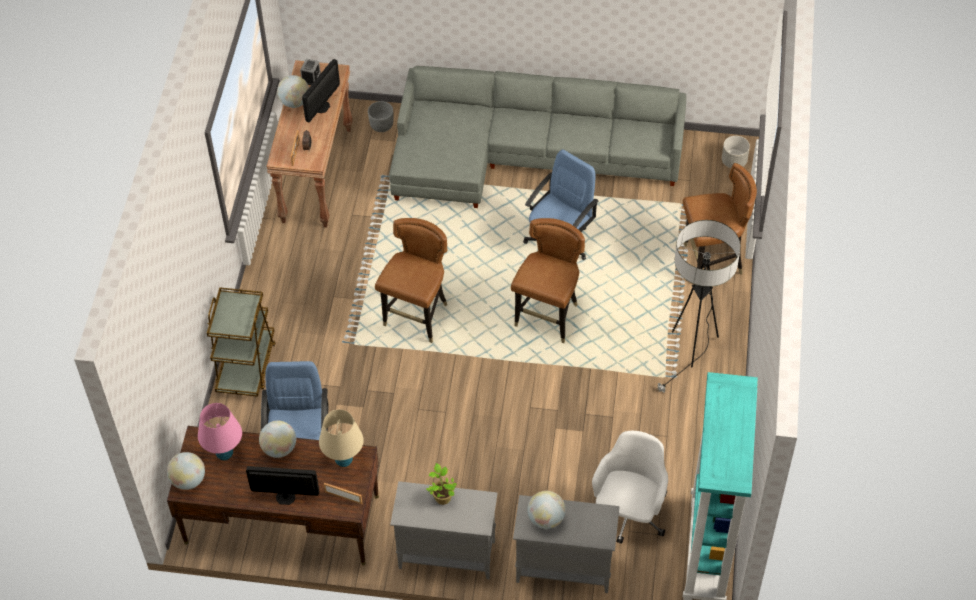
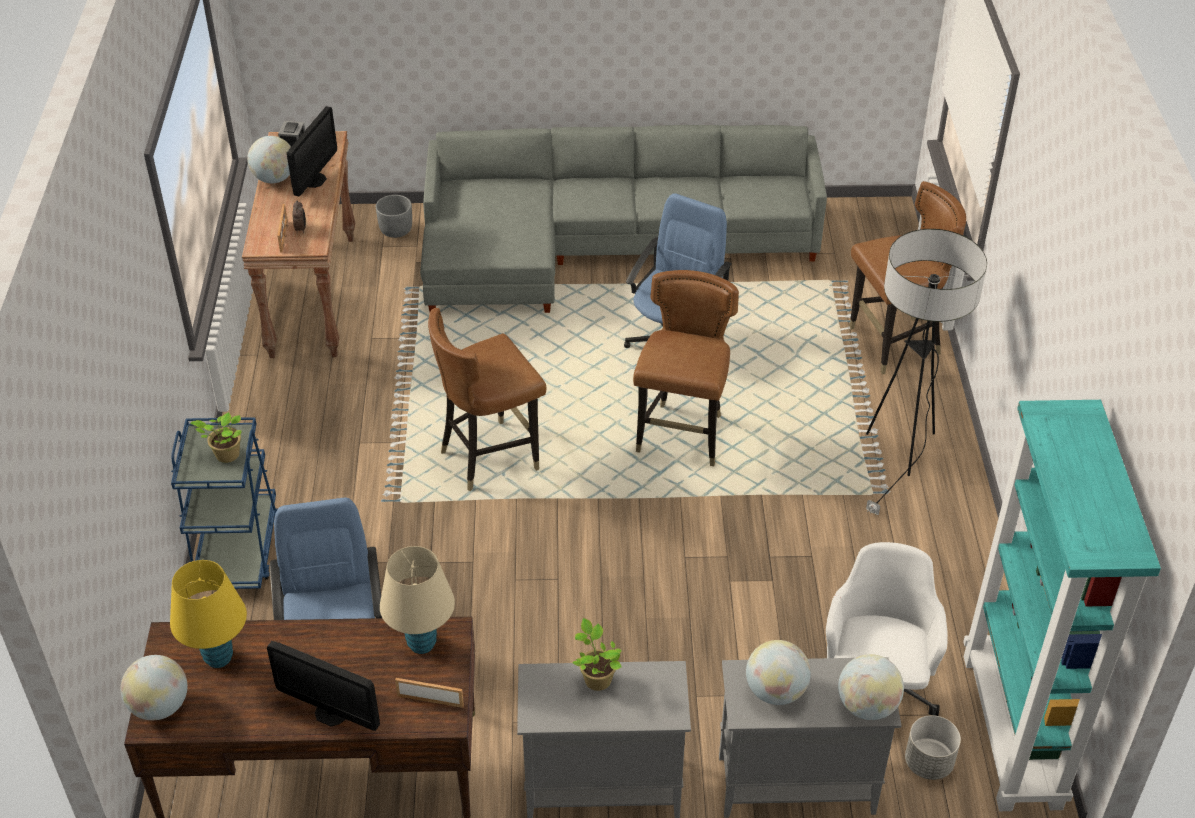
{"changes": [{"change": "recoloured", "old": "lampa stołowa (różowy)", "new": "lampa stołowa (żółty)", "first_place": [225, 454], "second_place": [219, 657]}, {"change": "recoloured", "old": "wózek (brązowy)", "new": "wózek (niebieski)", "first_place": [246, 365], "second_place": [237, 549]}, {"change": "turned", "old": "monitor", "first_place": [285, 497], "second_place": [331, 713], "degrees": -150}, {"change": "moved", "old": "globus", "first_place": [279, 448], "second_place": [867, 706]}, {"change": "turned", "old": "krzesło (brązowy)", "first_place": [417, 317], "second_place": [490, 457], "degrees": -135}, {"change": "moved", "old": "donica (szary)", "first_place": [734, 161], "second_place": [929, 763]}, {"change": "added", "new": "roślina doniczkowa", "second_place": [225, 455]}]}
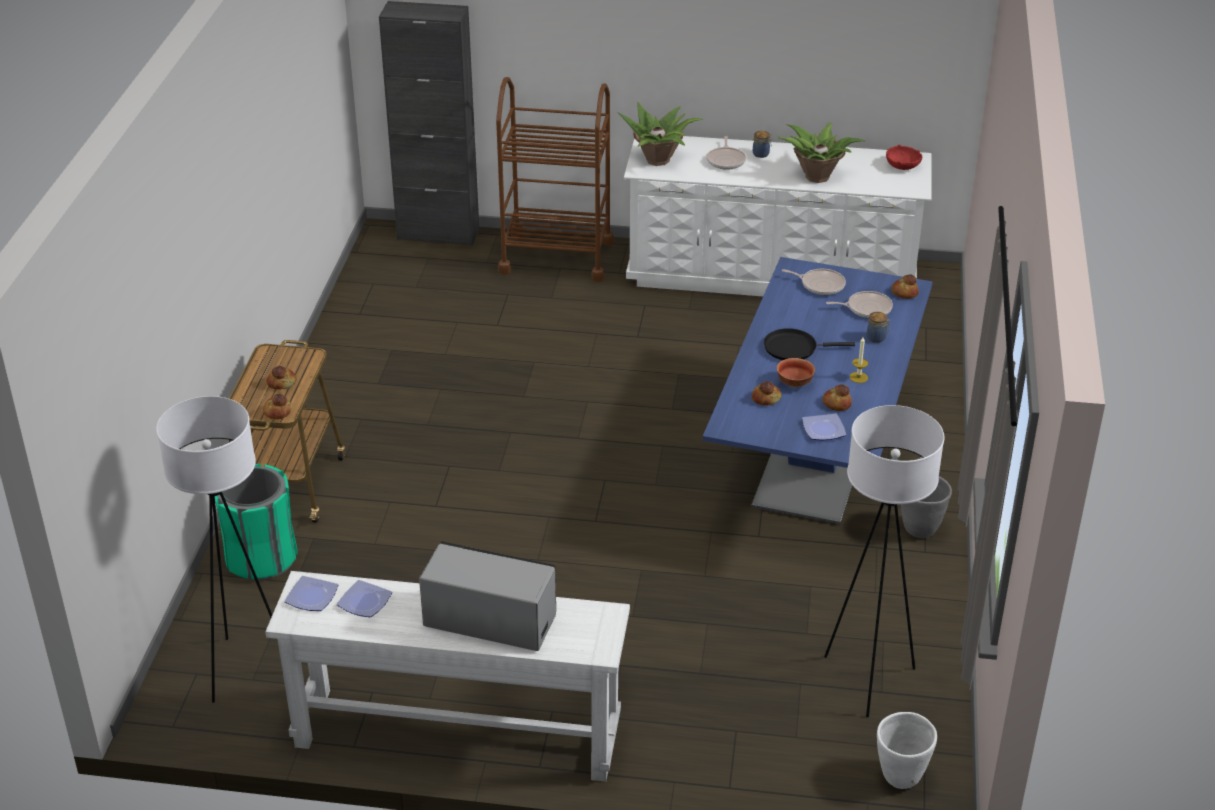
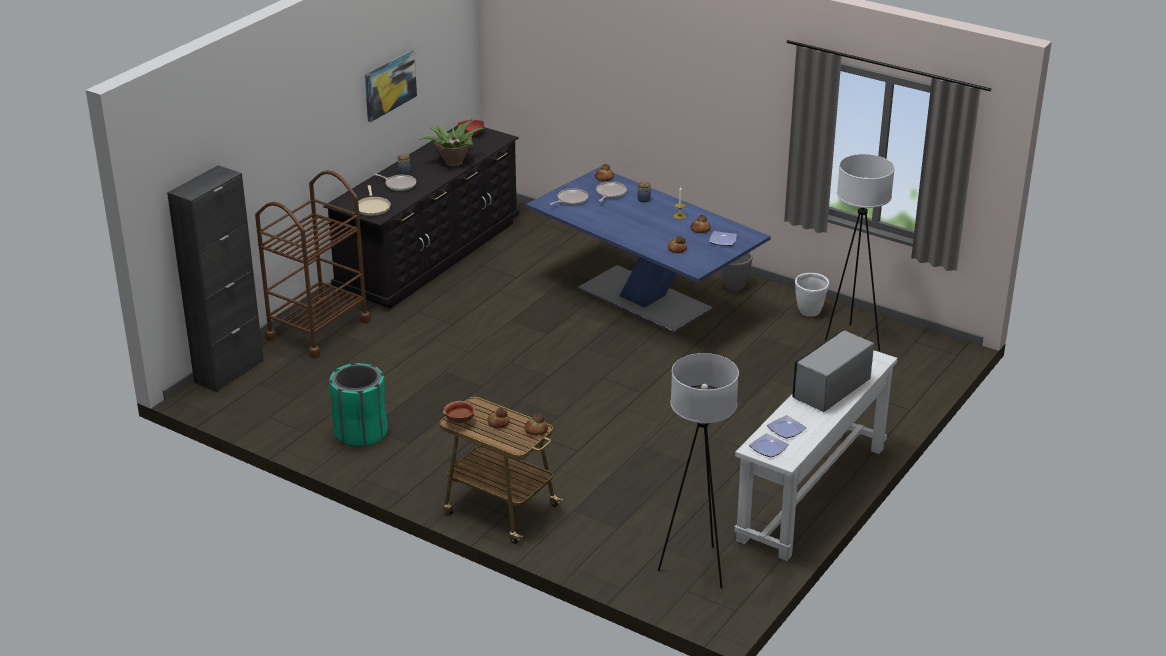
{"changes": [{"change": "moved", "old": "kosz na śmieci (zielony)", "first_place": [261, 557], "second_place": [361, 433]}, {"change": "replaced", "old": "roślina doniczkowa", "new": "patelnia (beżowy)", "first_place": [658, 160], "second_place": [372, 207]}, {"change": "recoloured", "old": "komoda (biały)", "new": "komoda (czarny)", "first_place": [772, 274], "second_place": [429, 255]}, {"change": "removed", "old": "patelnia (czarny)", "first_place": [794, 348]}, {"change": "moved", "old": "miska", "first_place": [794, 383], "second_place": [459, 421]}, {"change": "moved", "old": "donica (biały)", "first_place": [900, 777], "second_place": [809, 312]}, {"change": "added", "new": "obraz", "second_place": [389, 85]}]}
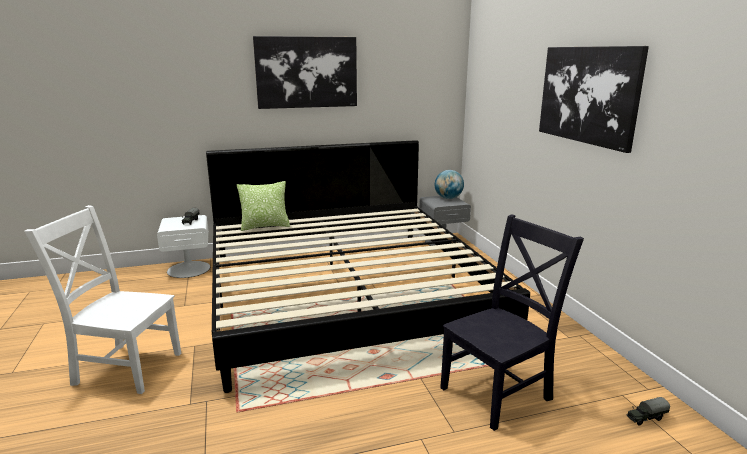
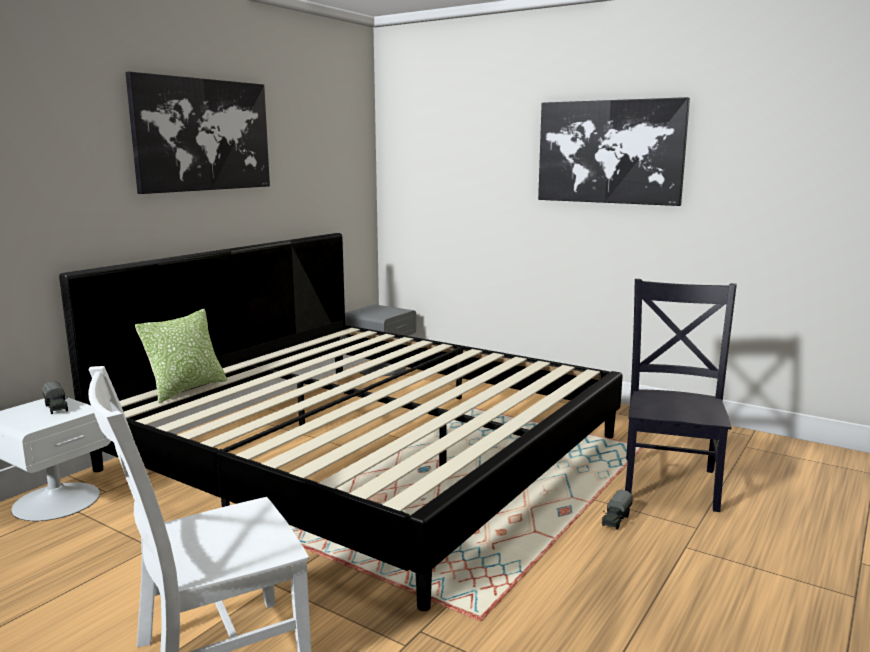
{"changes": [{"change": "removed", "old": "globus", "first_place": [448, 198]}, {"change": "moved", "old": "ciężarówka zabawkowa", "first_place": [645, 418], "second_place": [616, 519]}]}
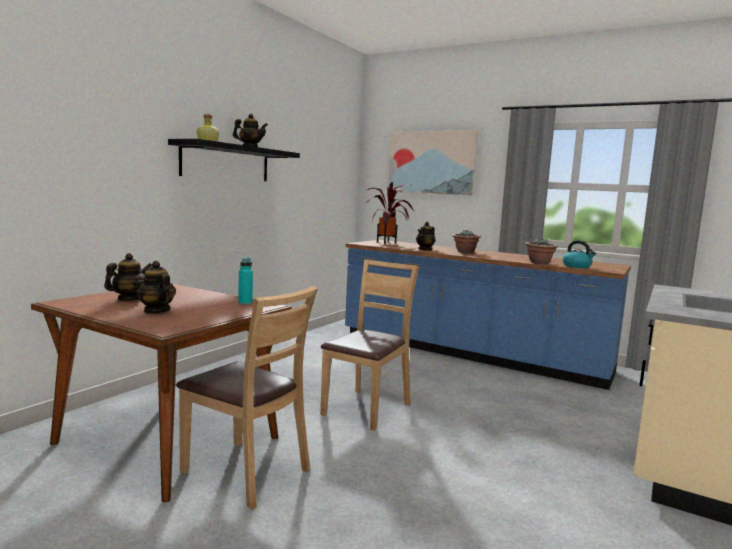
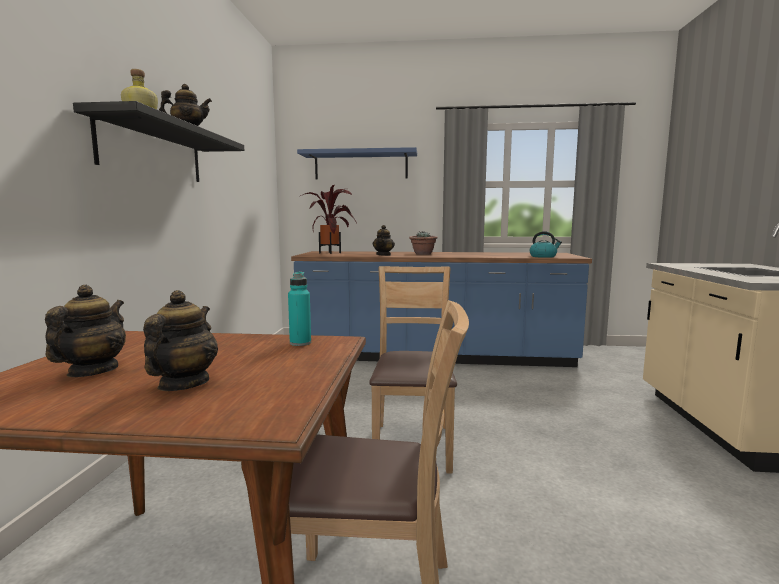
{"changes": [{"change": "turned", "old": "imbryk", "first_place": [156, 311], "second_place": [183, 384], "degrees": 75}, {"change": "replaced", "old": "obraz", "new": "półka (niebieski)", "first_place": [431, 162], "second_place": [361, 166]}, {"change": "removed", "old": "roślina doniczkowa", "first_place": [539, 263]}]}
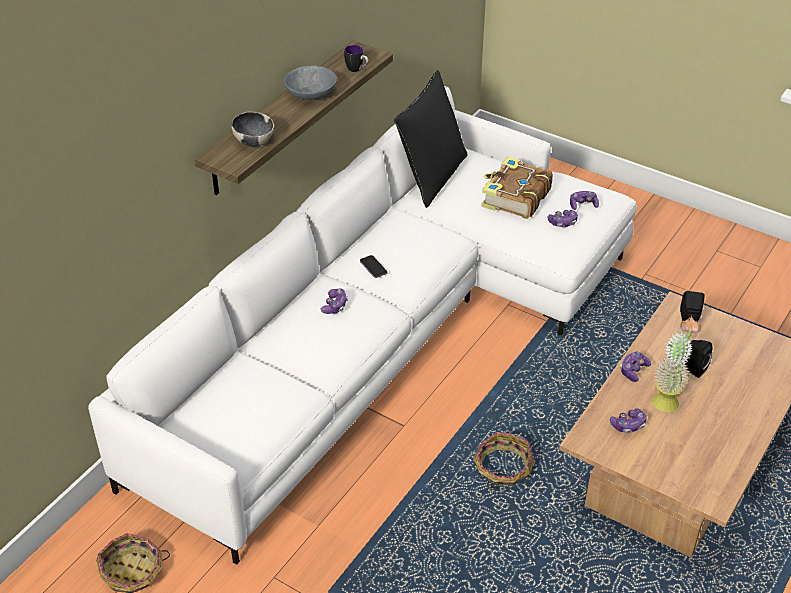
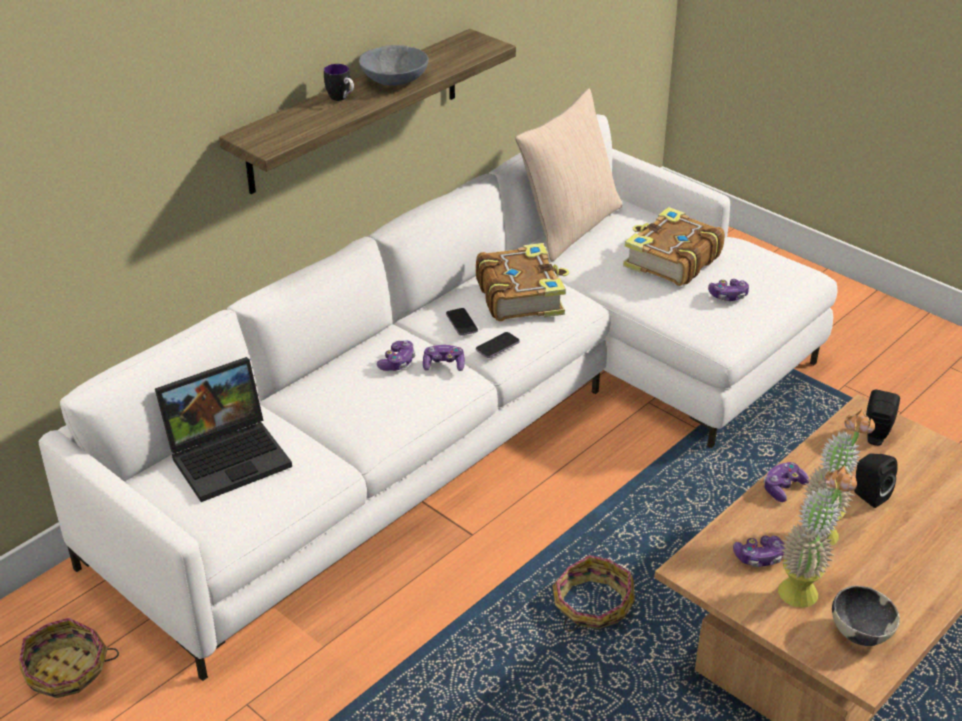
{"changes": [{"change": "moved", "old": "miska", "first_place": [254, 142], "second_place": [860, 632]}, {"change": "moved", "old": "kubek", "first_place": [357, 70], "second_place": [341, 99]}, {"change": "recoloured", "old": "poduszka (czarny)", "new": "poduszka (beżowy)", "first_place": [432, 176], "second_place": [569, 227]}, {"change": "moved", "old": "pad do gier", "first_place": [583, 205], "second_place": [444, 365]}, {"change": "added", "new": "laptop", "second_place": [230, 455]}, {"change": "added", "new": "książka", "second_place": [520, 295]}, {"change": "added", "new": "telefon", "second_place": [497, 346]}, {"change": "added", "new": "roślina doniczkowa", "second_place": [804, 587]}]}
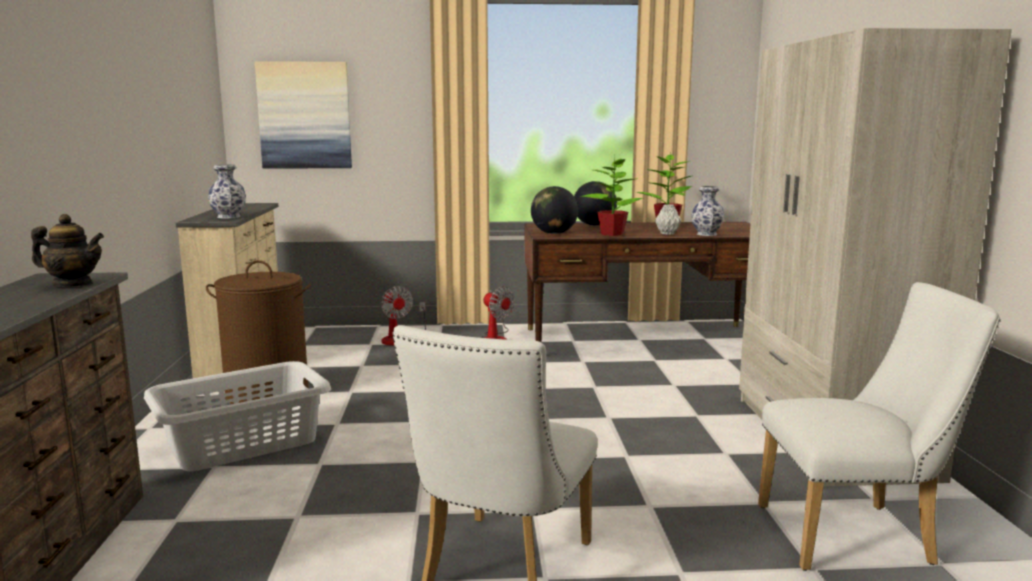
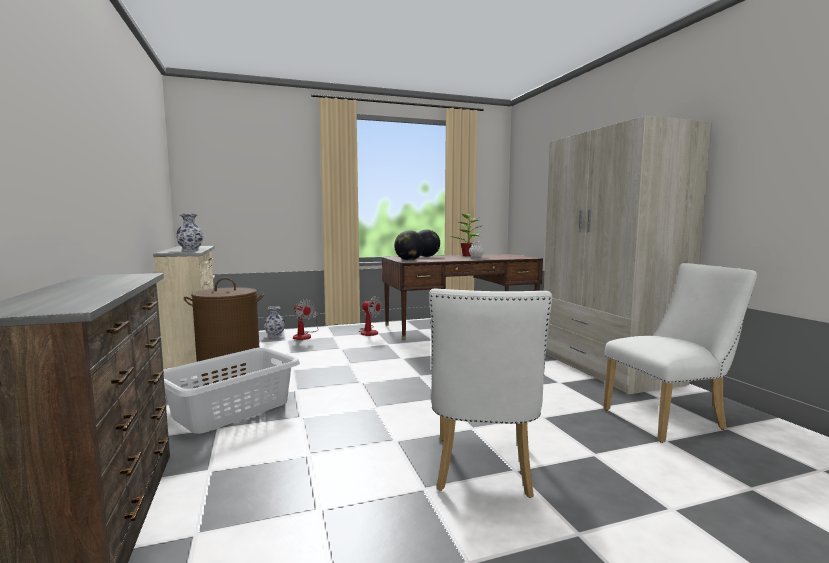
{"changes": [{"change": "removed", "old": "imbryk", "first_place": [73, 284]}, {"change": "removed", "old": "obraz", "first_place": [305, 115]}, {"change": "removed", "old": "roślina doniczkowa", "first_place": [612, 234]}, {"change": "moved", "old": "wazon", "first_place": [707, 234], "second_place": [275, 335]}]}
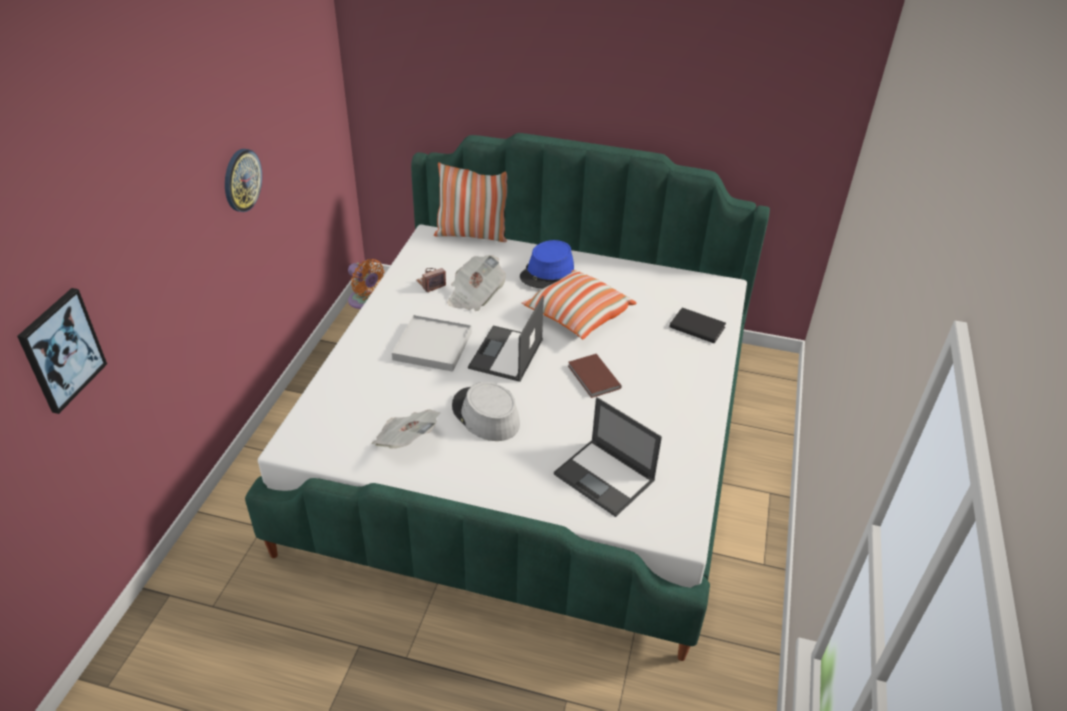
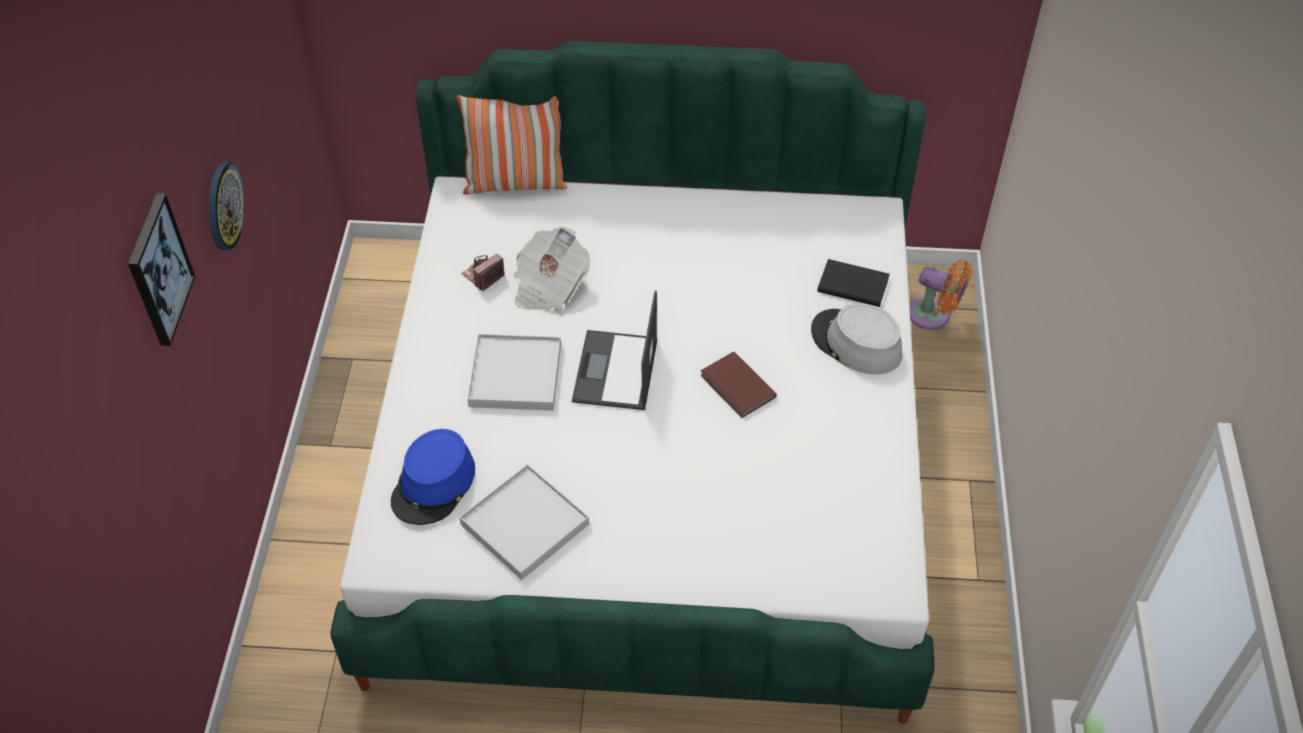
{"changes": [{"change": "moved", "old": "obraz", "first_place": [61, 350], "second_place": [158, 270]}, {"change": "moved", "old": "wentylator (pomarańczowy)", "first_place": [364, 301], "second_place": [933, 316]}, {"change": "replaced", "old": "gazeta", "new": "taca (biały)", "first_place": [406, 441], "second_place": [524, 524]}, {"change": "moved", "old": "kapelusz (szary)", "first_place": [485, 415], "second_place": [856, 343]}, {"change": "moved", "old": "kapelusz (niebieski)", "first_place": [547, 273], "second_place": [434, 485]}, {"change": "removed", "old": "poduszka", "first_place": [577, 316]}, {"change": "removed", "old": "laptop", "first_place": [605, 478]}]}
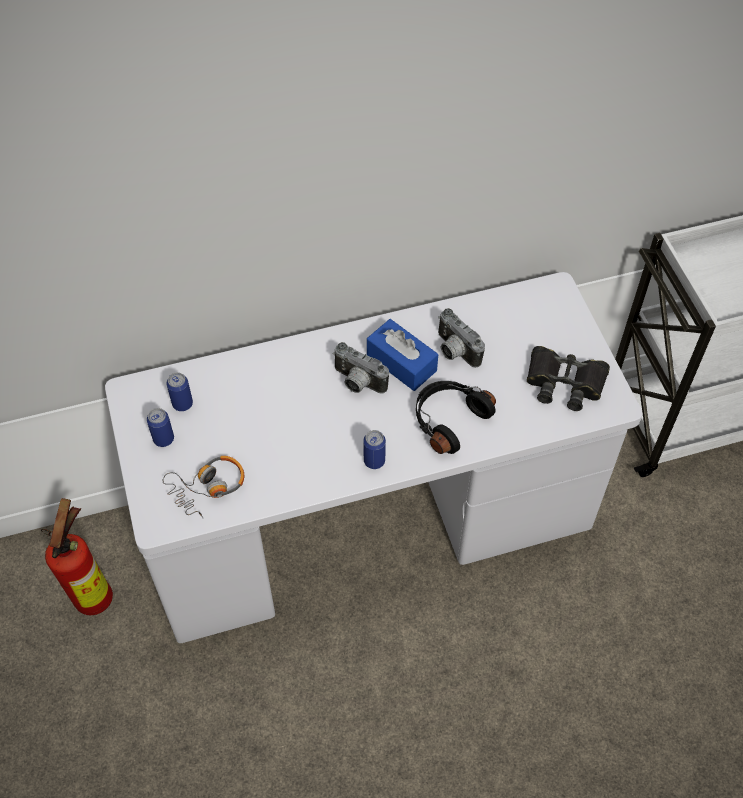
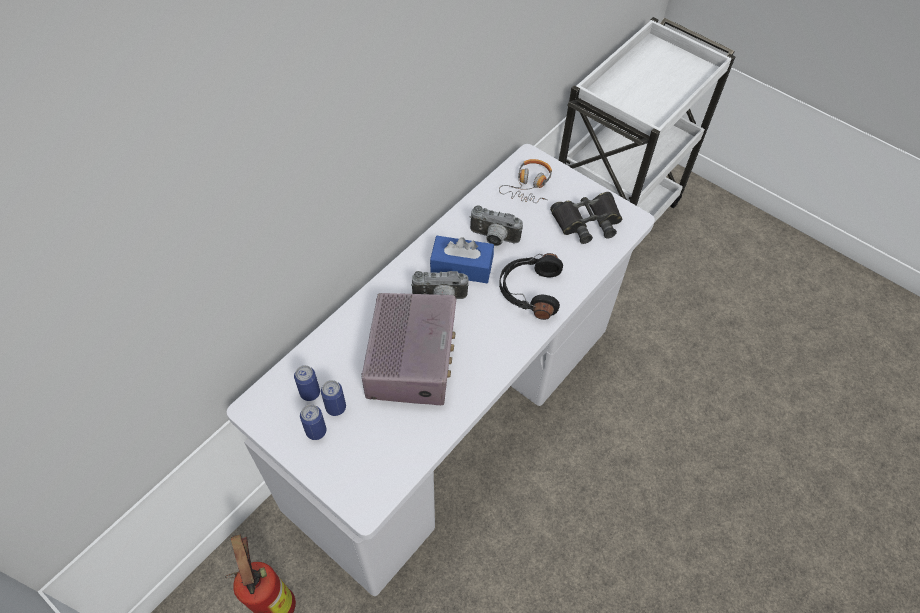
{"changes": [{"change": "moved", "old": "słuchawki", "first_place": [208, 488], "second_place": [529, 186]}, {"change": "moved", "old": "puszka", "first_place": [374, 461], "second_place": [336, 407]}, {"change": "added", "new": "radio", "second_place": [412, 359]}]}
